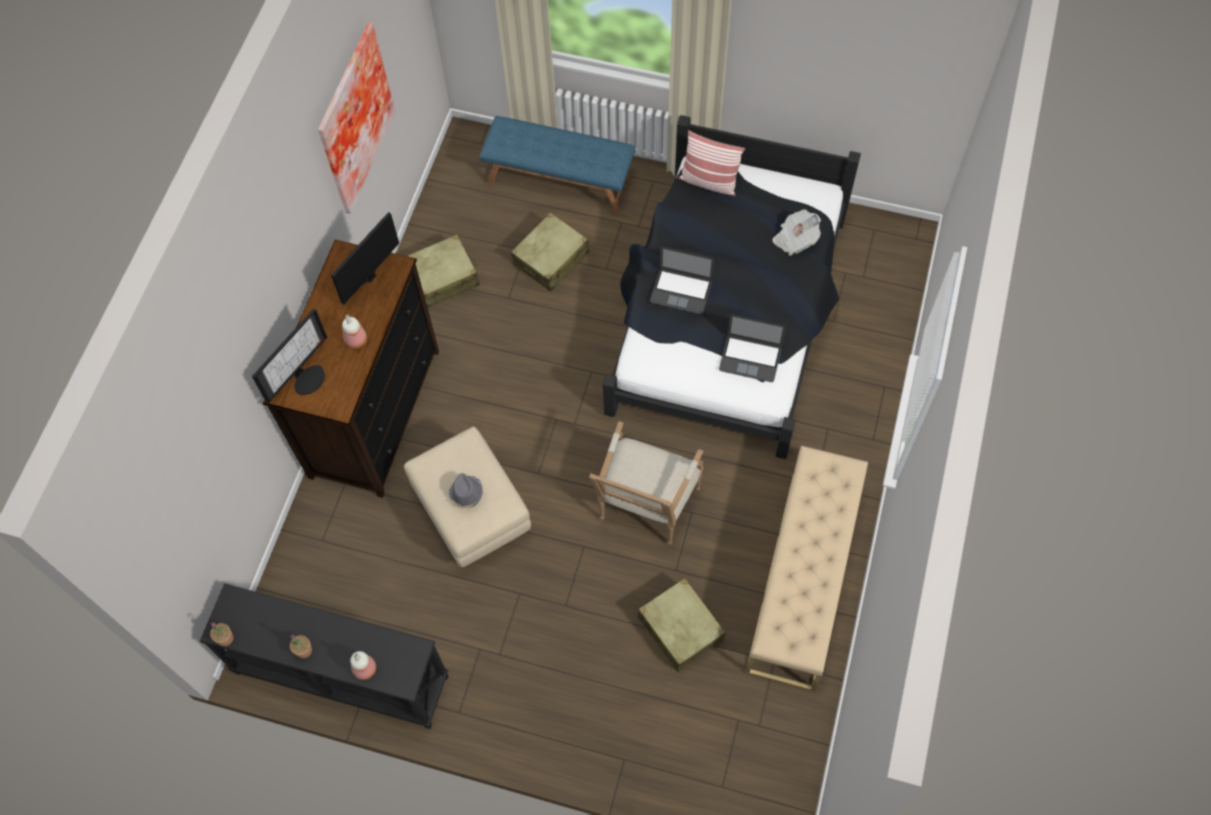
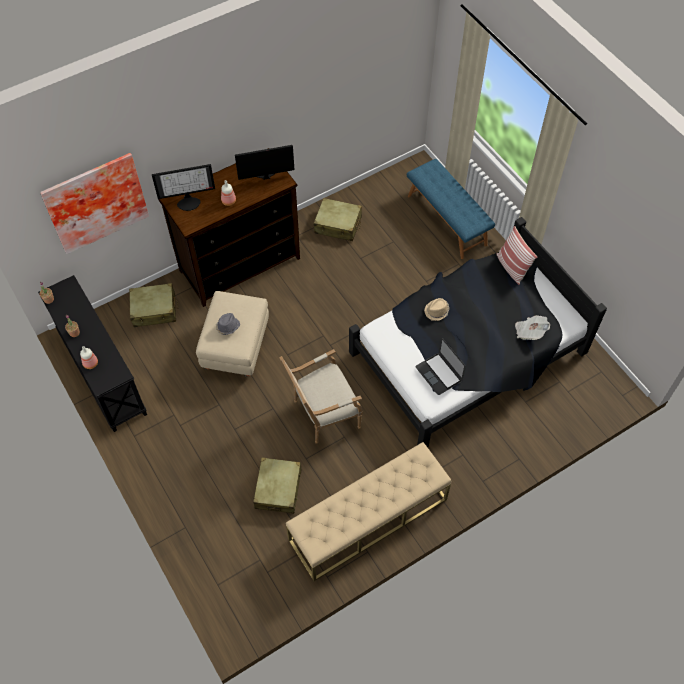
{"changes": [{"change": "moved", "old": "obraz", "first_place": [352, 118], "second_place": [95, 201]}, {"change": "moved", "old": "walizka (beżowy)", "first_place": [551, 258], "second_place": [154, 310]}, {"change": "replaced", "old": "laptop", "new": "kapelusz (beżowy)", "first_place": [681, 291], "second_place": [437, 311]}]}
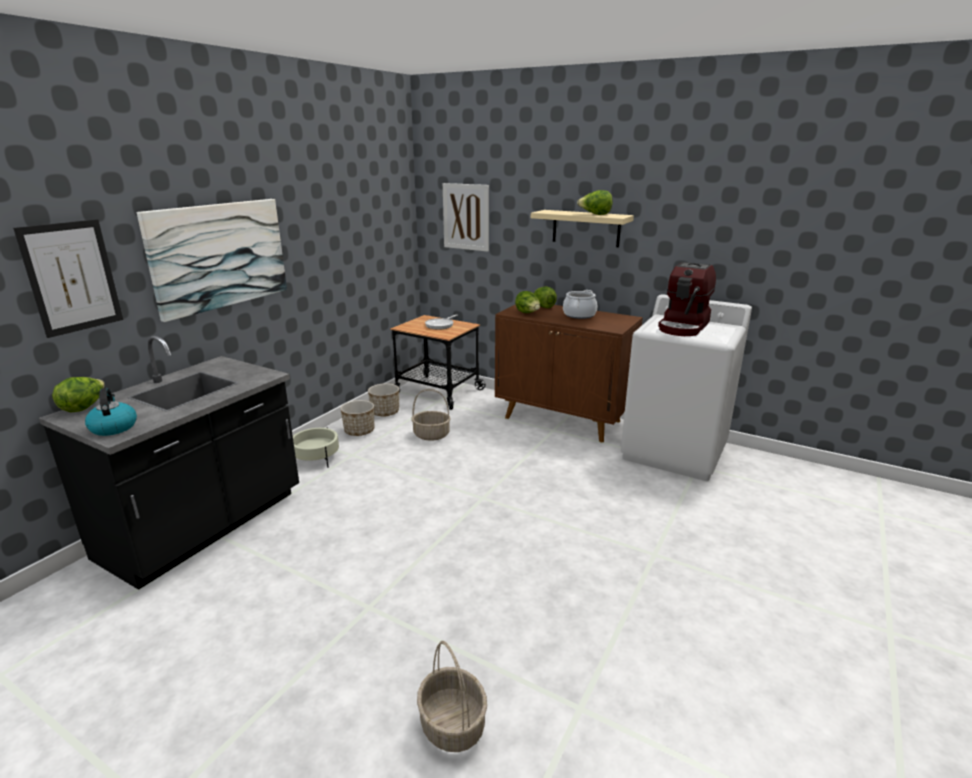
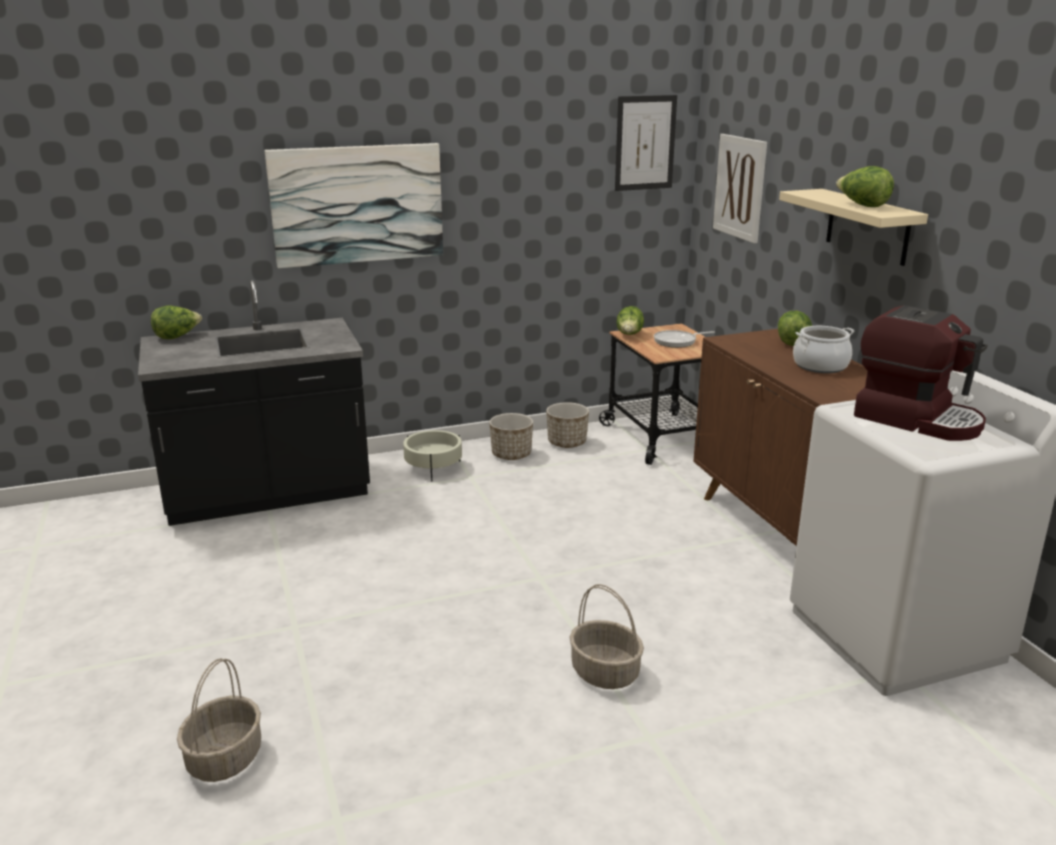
{"changes": [{"change": "moved", "old": "obraz", "first_place": [72, 277], "second_place": [645, 143]}, {"change": "removed", "old": "czajnik", "first_place": [113, 427]}, {"change": "moved", "old": "koszyk", "first_place": [432, 435], "second_place": [606, 672]}, {"change": "moved", "old": "sałata", "first_place": [528, 313], "second_place": [629, 335]}, {"change": "turned", "old": "ekspres do kawy", "first_place": [684, 326], "second_place": [917, 419], "degrees": -120}]}
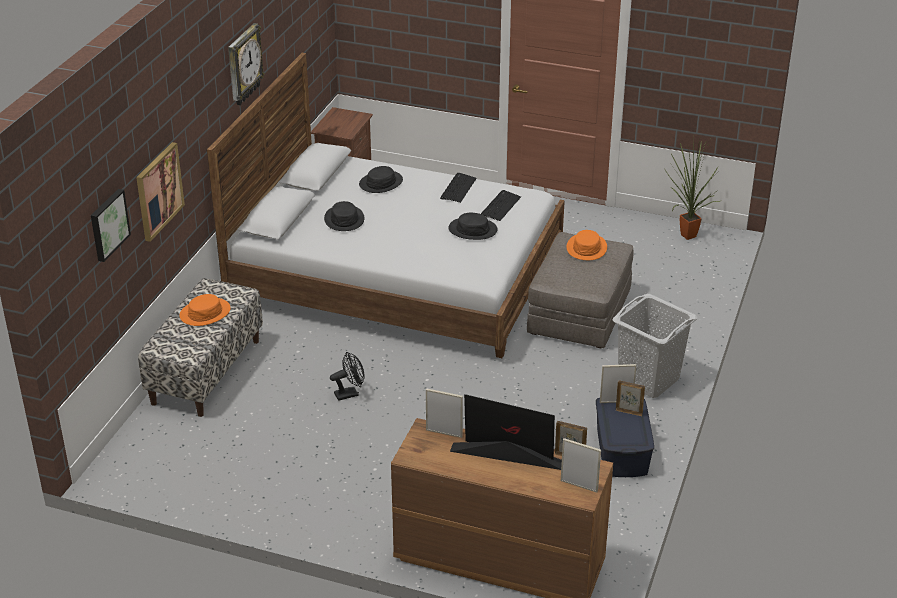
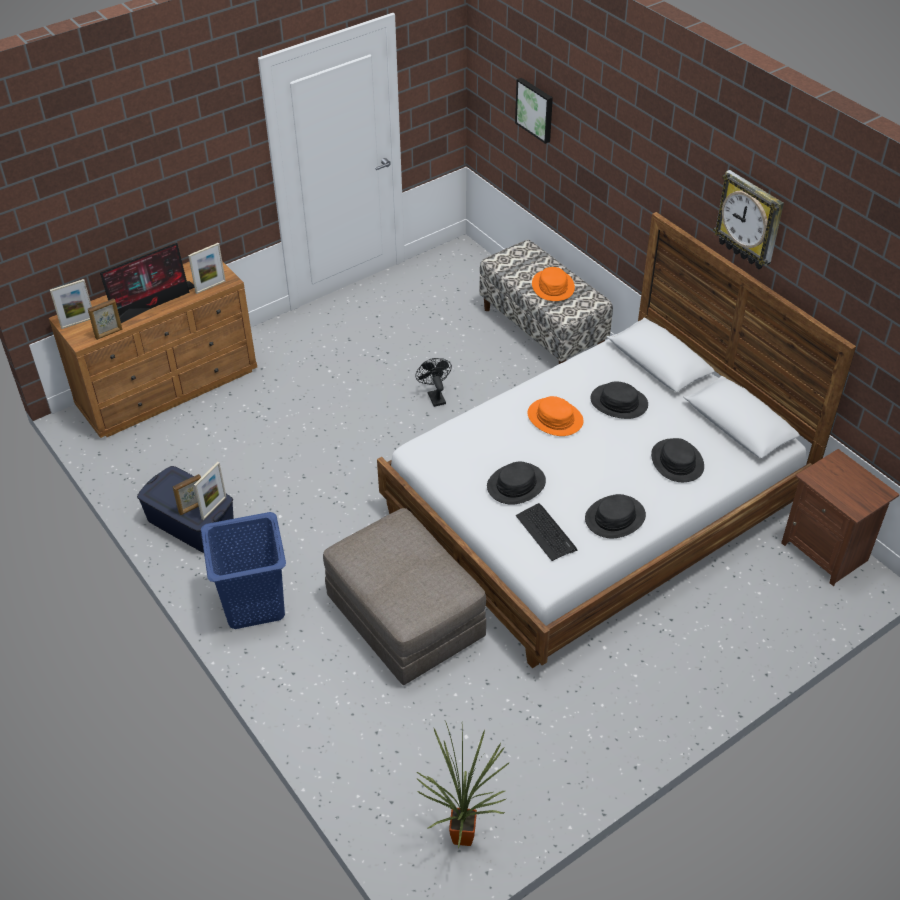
{"changes": [{"change": "removed", "old": "obraz", "first_place": [158, 191]}, {"change": "turned", "old": "wentylator (czarny)", "first_place": [350, 393], "second_place": [435, 396], "degrees": 150}, {"change": "replaced", "old": "klawiatura", "new": "kapelusz (czarny)", "first_place": [458, 188], "second_place": [615, 518]}, {"change": "moved", "old": "kapelusz (pomarańczowy)", "first_place": [587, 248], "second_place": [555, 418]}, {"change": "recoloured", "old": "kosz na pranie (szary)", "new": "kosz na pranie (niebieski)", "first_place": [648, 380], "second_place": [253, 603]}]}
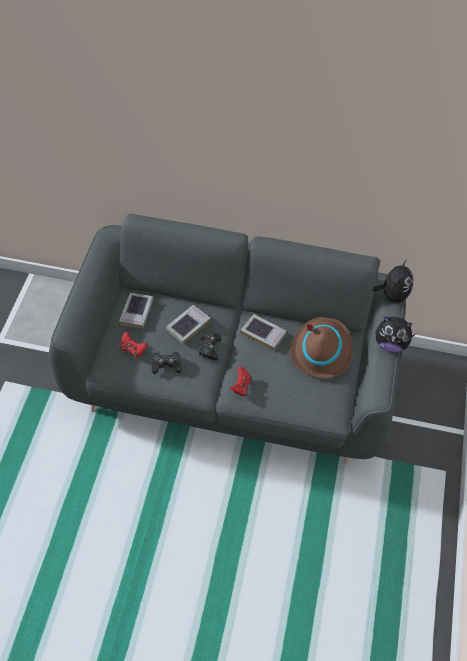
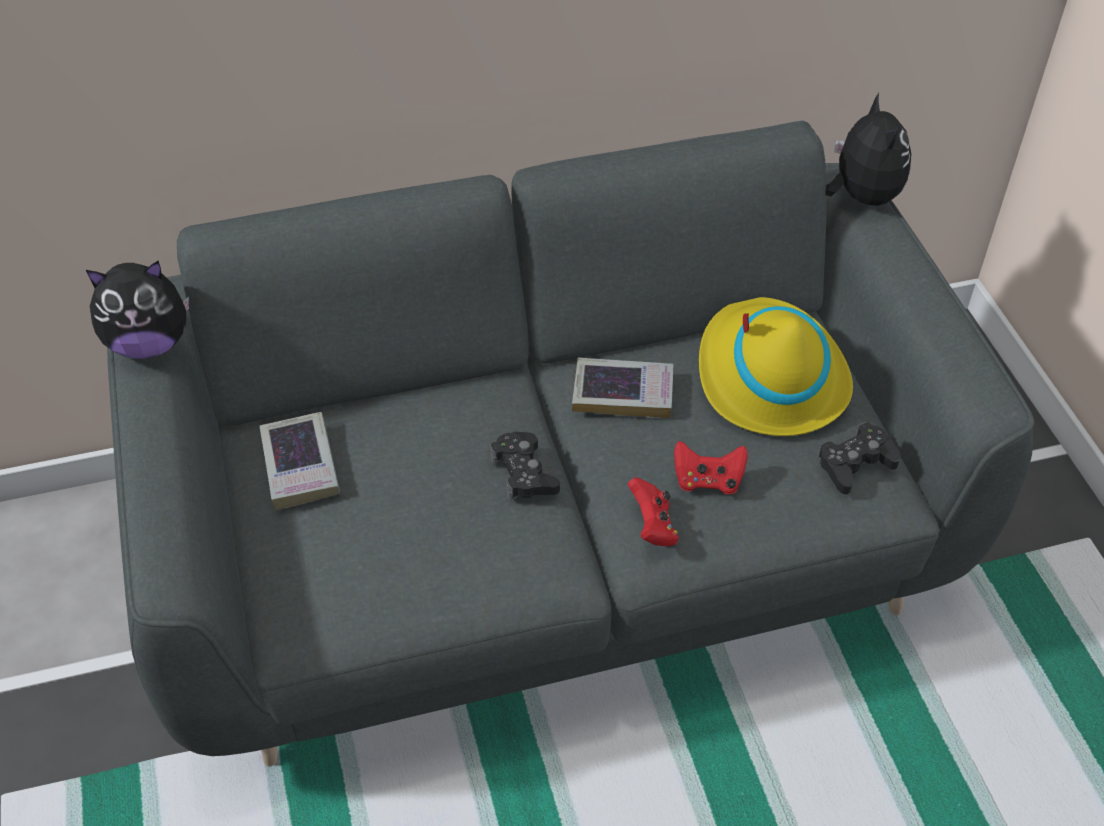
{"changes": [{"change": "moved", "old": "pad do gier (czerwony)", "first_place": [133, 350], "second_place": [707, 481]}, {"change": "moved", "old": "pad do gier (czarny)", "first_place": [166, 365], "second_place": [855, 464]}, {"change": "removed", "old": "książka", "first_place": [188, 326]}, {"change": "recoloured", "old": "kapelusz (brązowy)", "new": "kapelusz (żółty)", "first_place": [321, 351], "second_place": [769, 377]}, {"change": "moved", "old": "pluszak", "first_place": [390, 344], "second_place": [149, 344]}]}
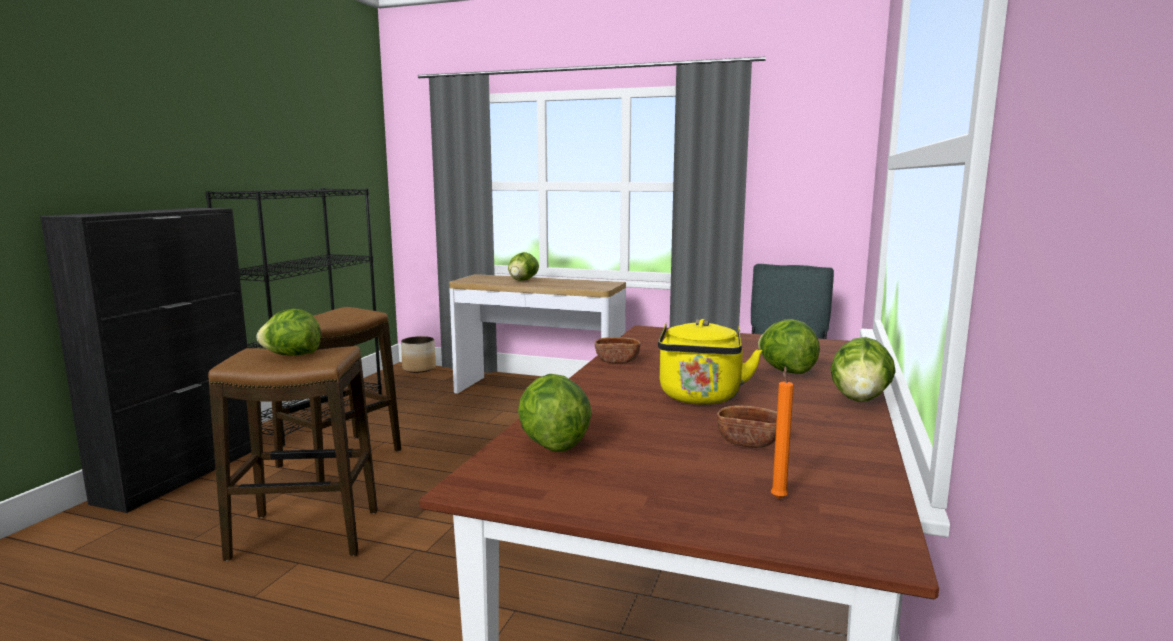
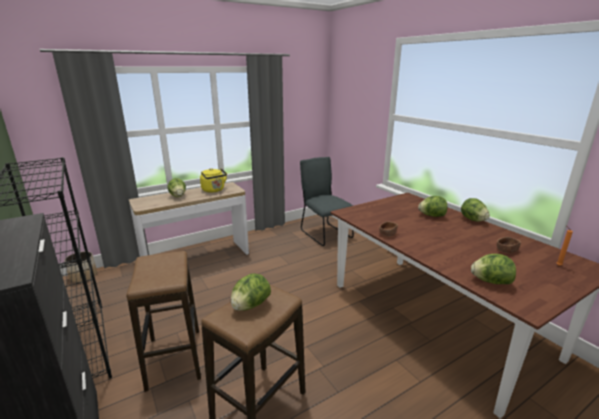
{"changes": [{"change": "moved", "old": "czajnik (żółty)", "first_place": [700, 398], "second_place": [214, 190]}]}
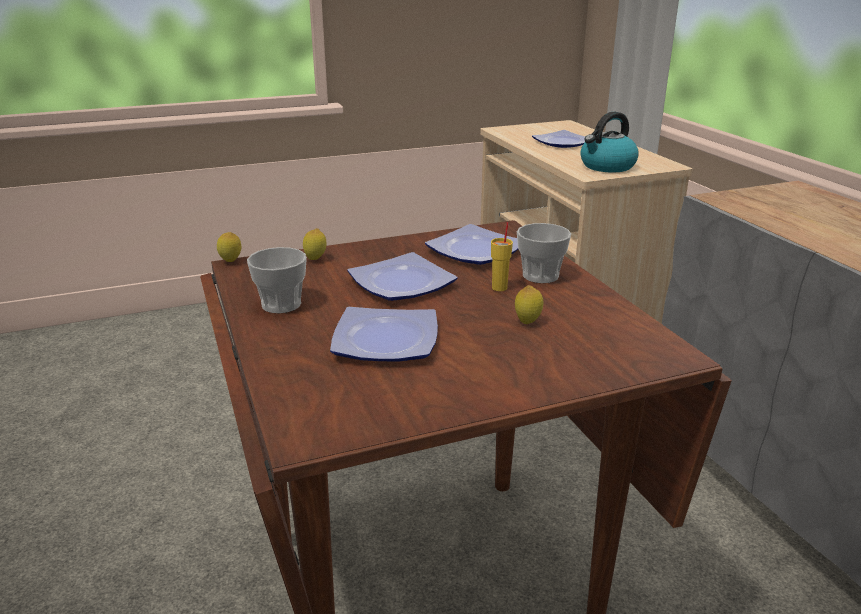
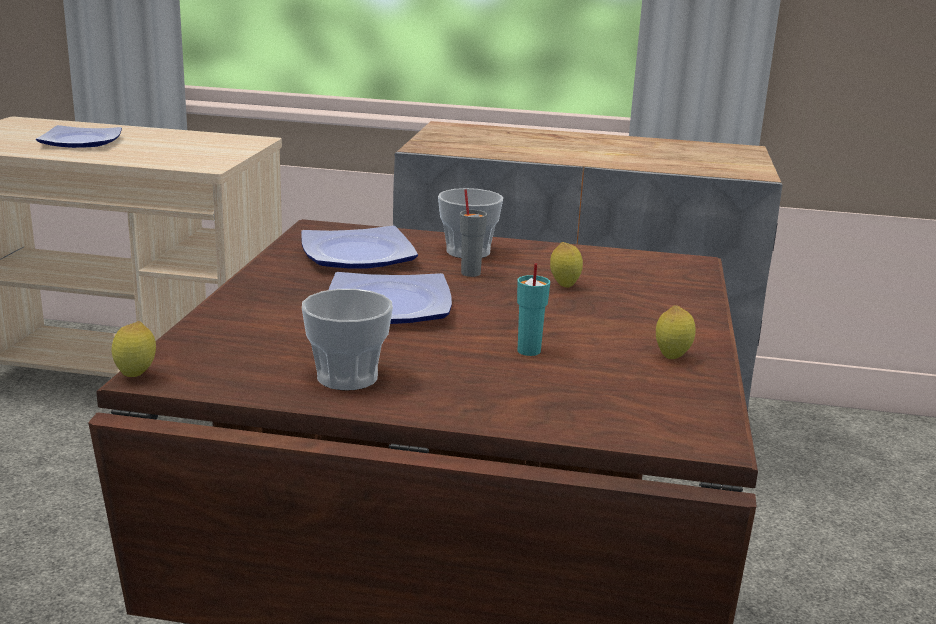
{"changes": [{"change": "moved", "old": "cytryna", "first_place": [315, 259], "second_place": [672, 357]}, {"change": "replaced", "old": "talerz", "new": "filiżanka (turkusowy)", "first_place": [383, 341], "second_place": [528, 351]}, {"change": "recoloured", "old": "filiżanka (żółty)", "new": "filiżanka (szary)", "first_place": [500, 287], "second_place": [470, 273]}, {"change": "removed", "old": "czajnik", "first_place": [607, 166]}]}
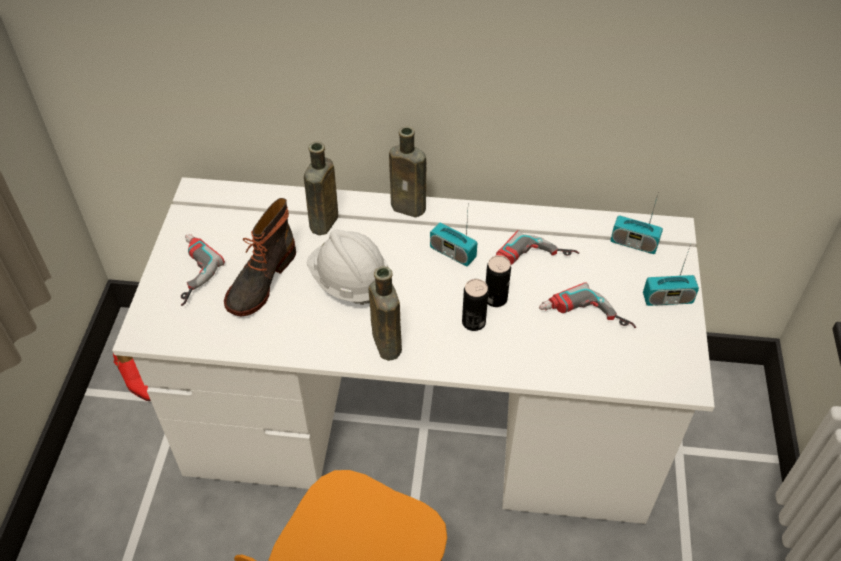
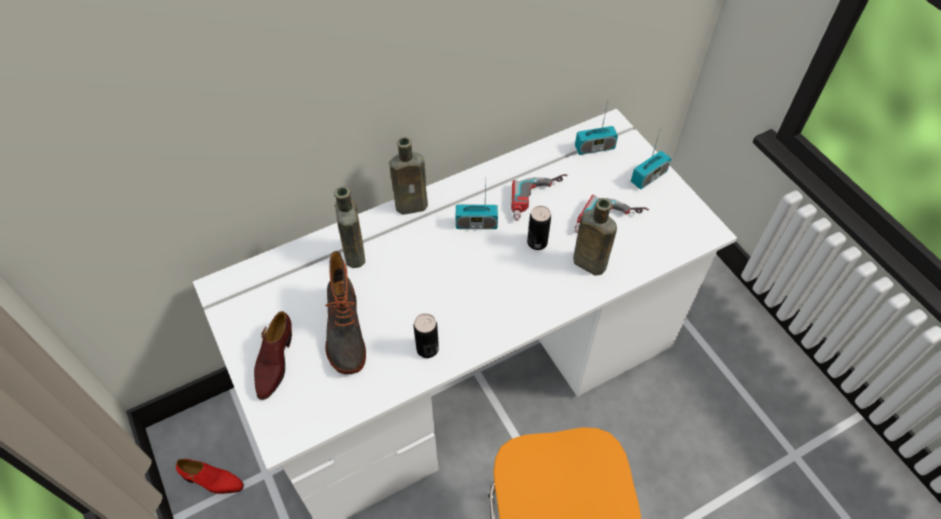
{"changes": [{"change": "replaced", "old": "wiertarka", "new": "but (brązowy)", "first_place": [187, 272], "second_place": [274, 361]}, {"change": "removed", "old": "kask (biały)", "first_place": [350, 281]}, {"change": "moved", "old": "butelka (brązowy)", "first_place": [385, 342], "second_place": [587, 262]}, {"change": "moved", "old": "puszka", "first_place": [473, 322], "second_place": [427, 348]}]}
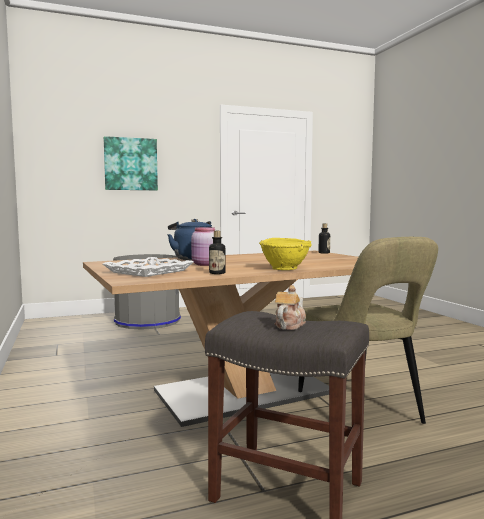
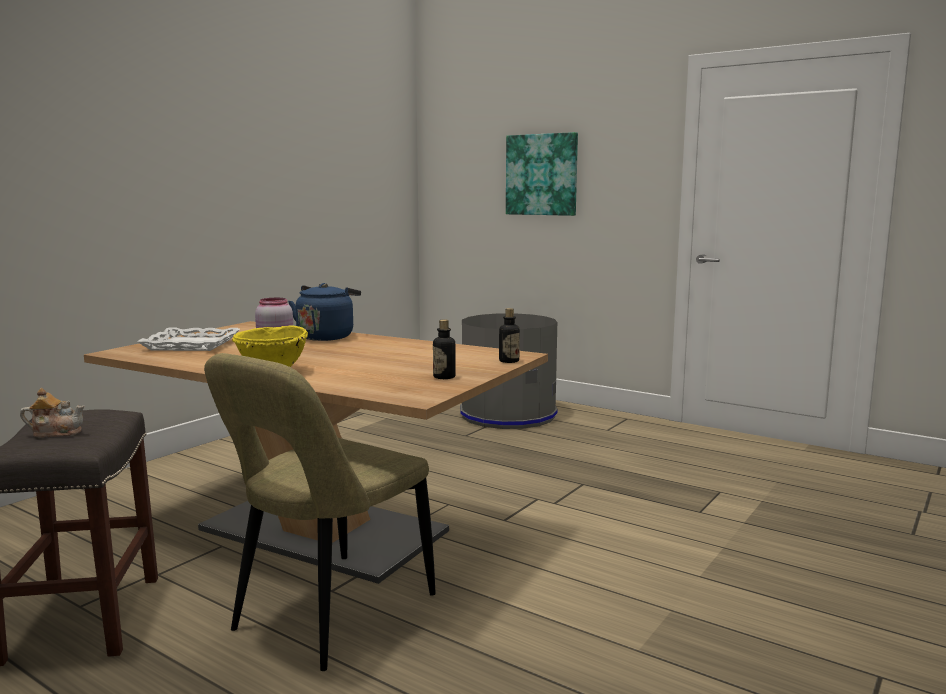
{"changes": [{"change": "moved", "old": "butelka", "first_place": [217, 273], "second_place": [444, 377]}]}
